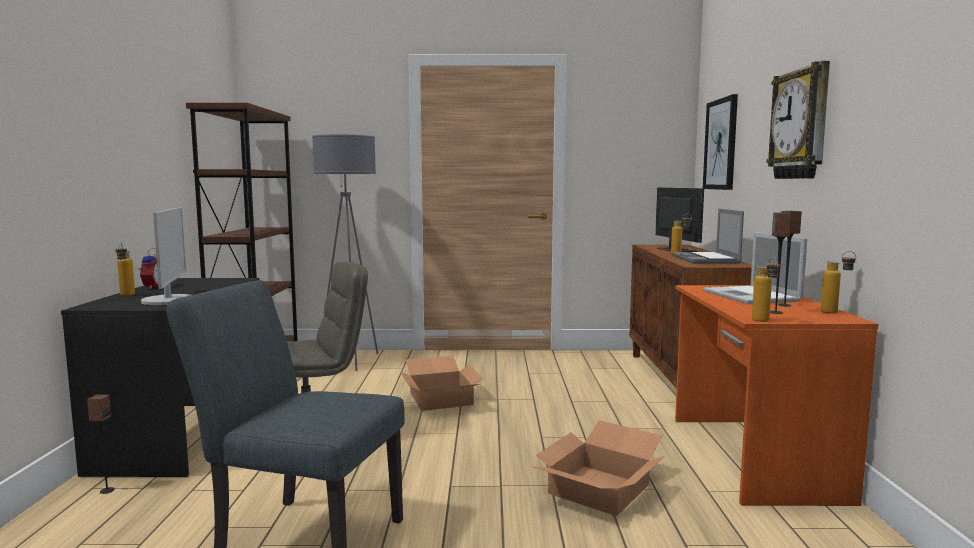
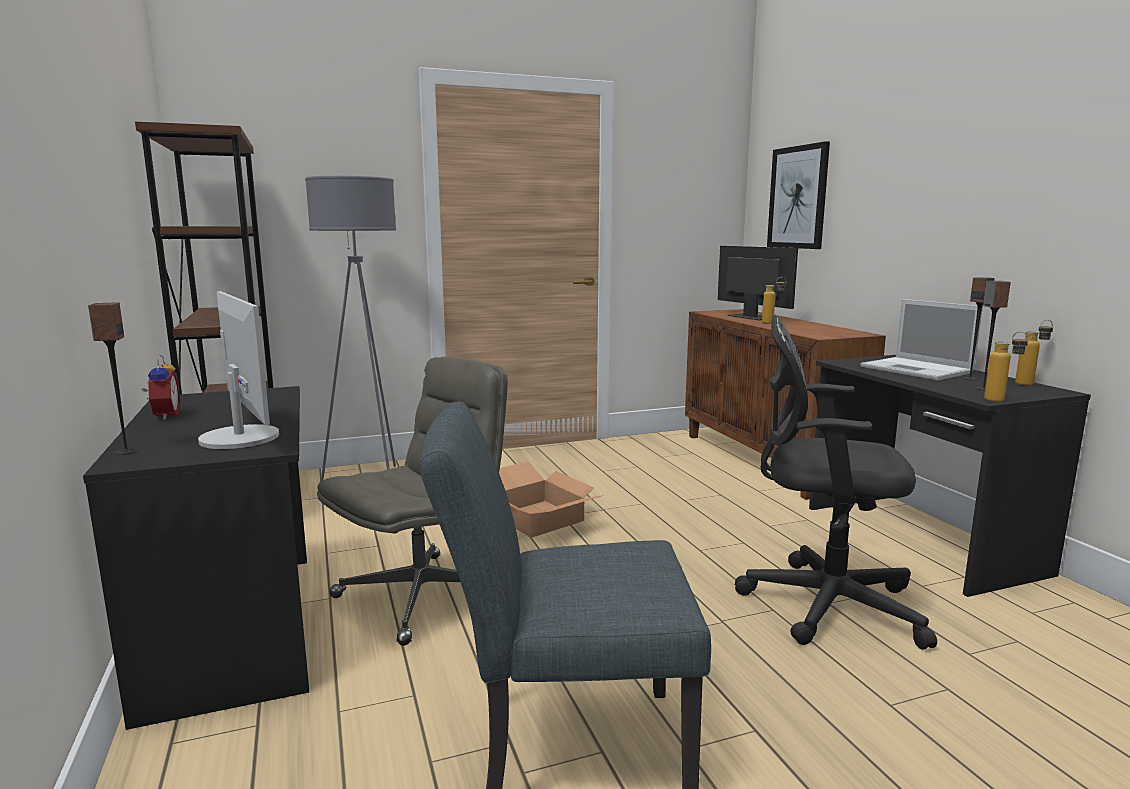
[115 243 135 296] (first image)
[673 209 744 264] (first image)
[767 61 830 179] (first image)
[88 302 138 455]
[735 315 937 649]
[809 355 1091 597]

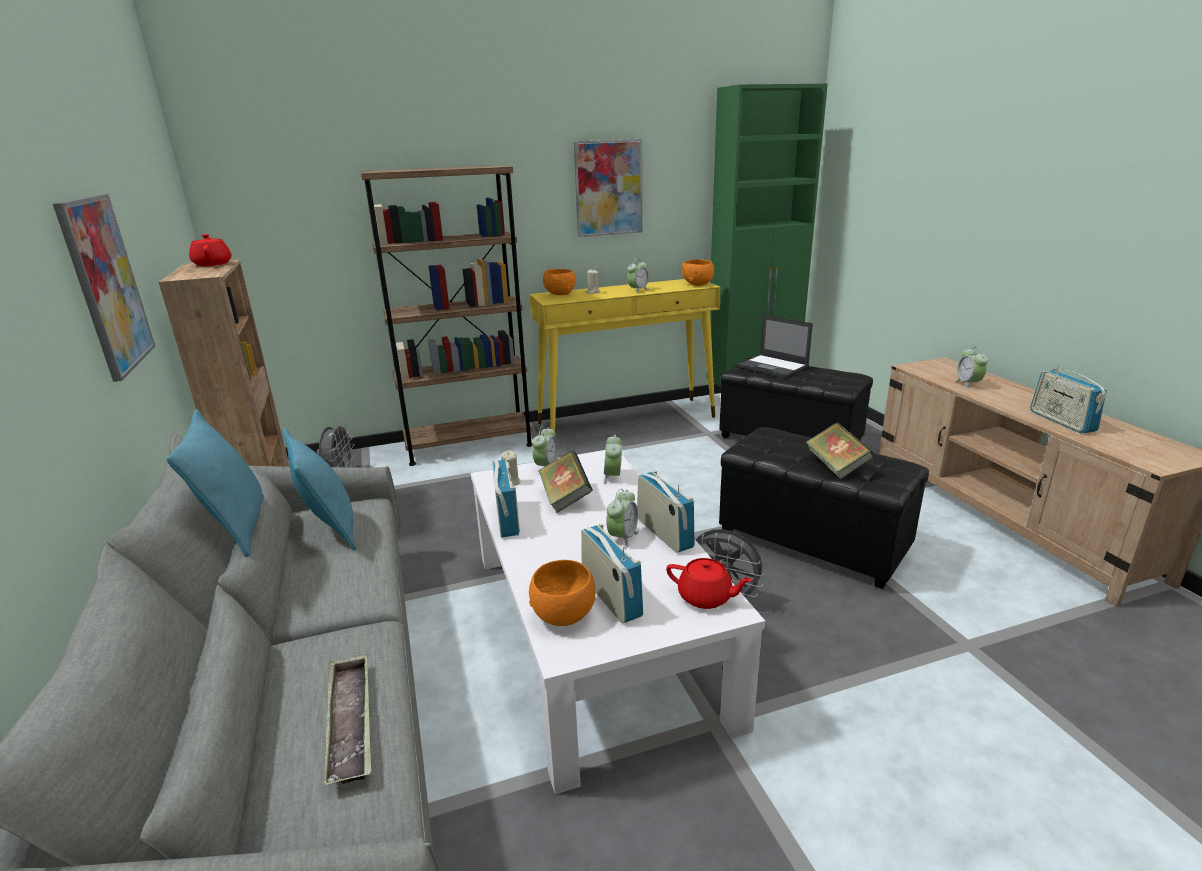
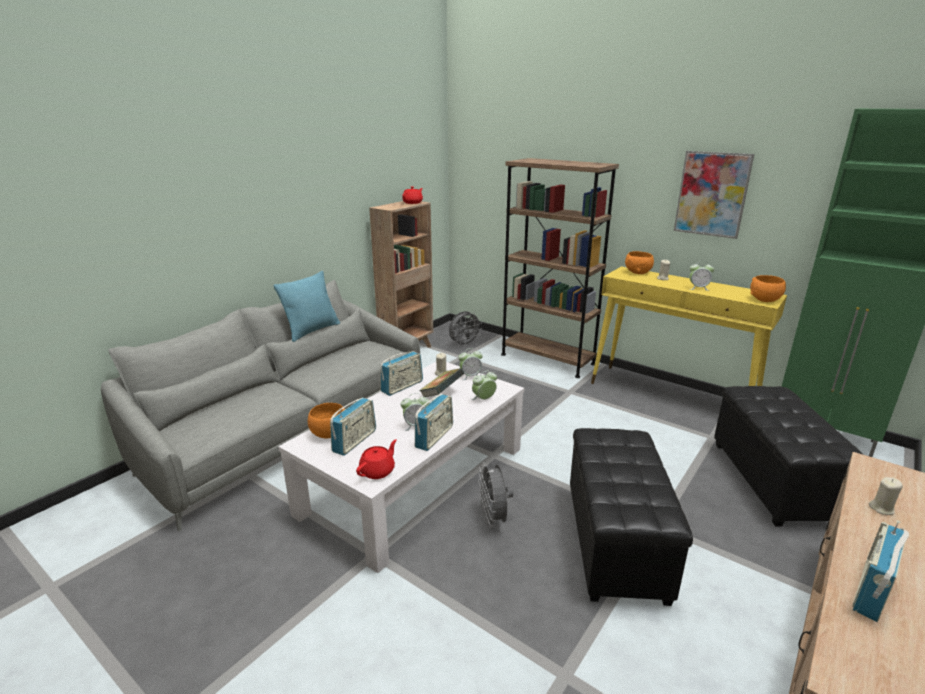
[53 194 155 382] (first image)
[282 428 357 551] (first image)
[324 654 371 785] (first image)
[738 315 813 378] (first image)
[806 422 874 479] (first image)
[869 477 903 515]
[356 439 396 479]

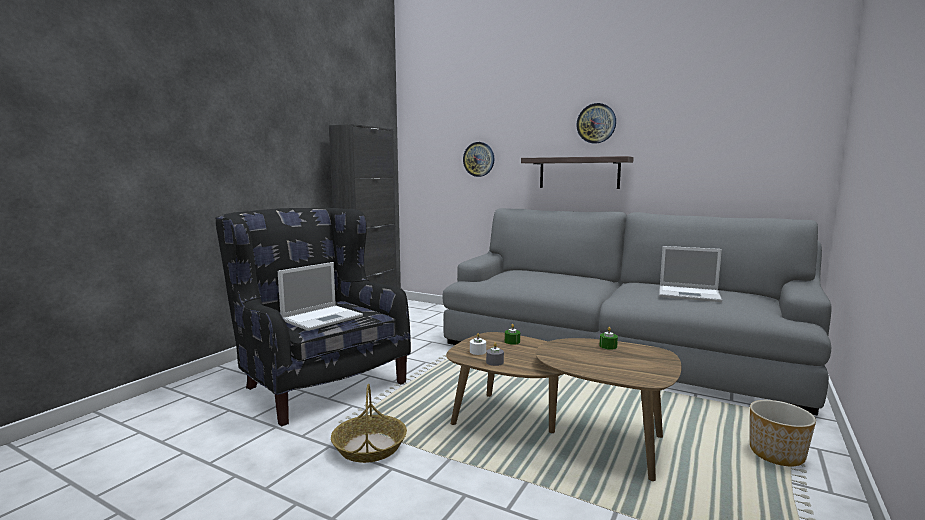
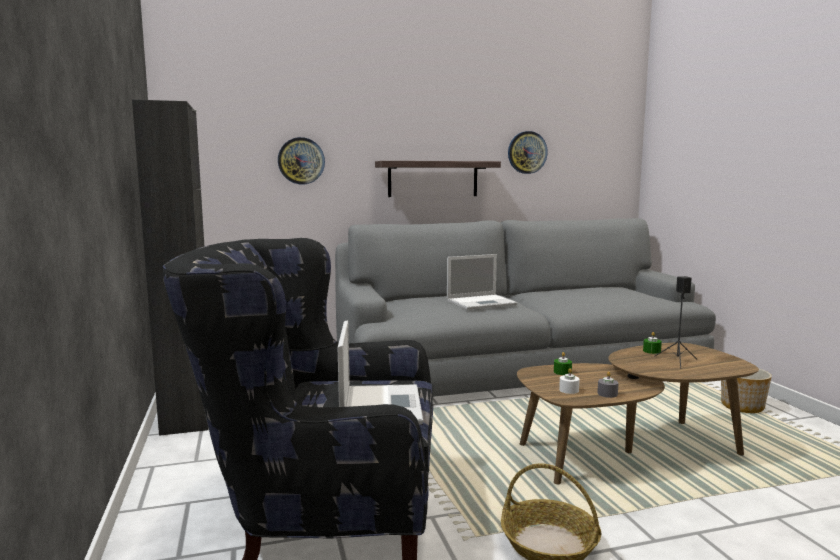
[655 276 697 368]
[508 131 548 174]
[447 254 518 310]

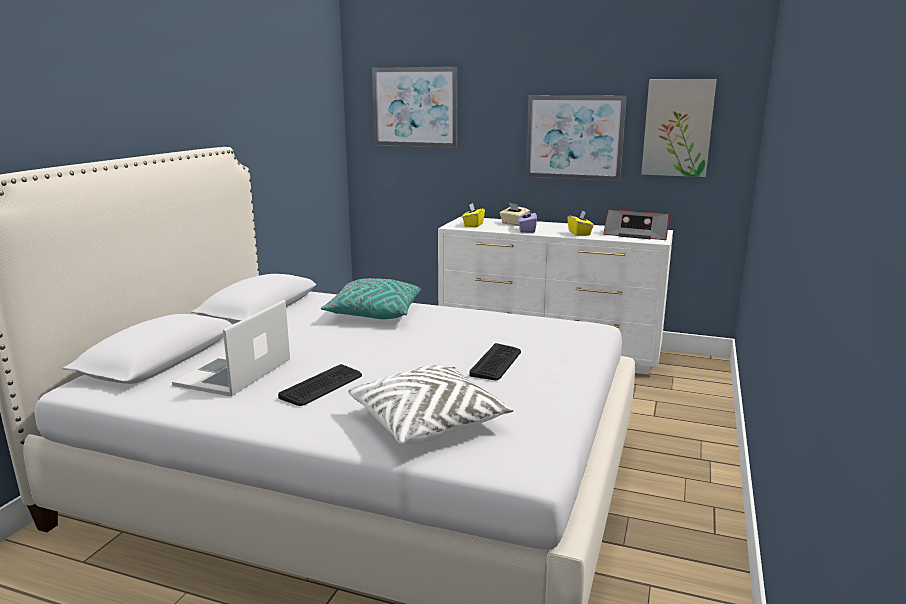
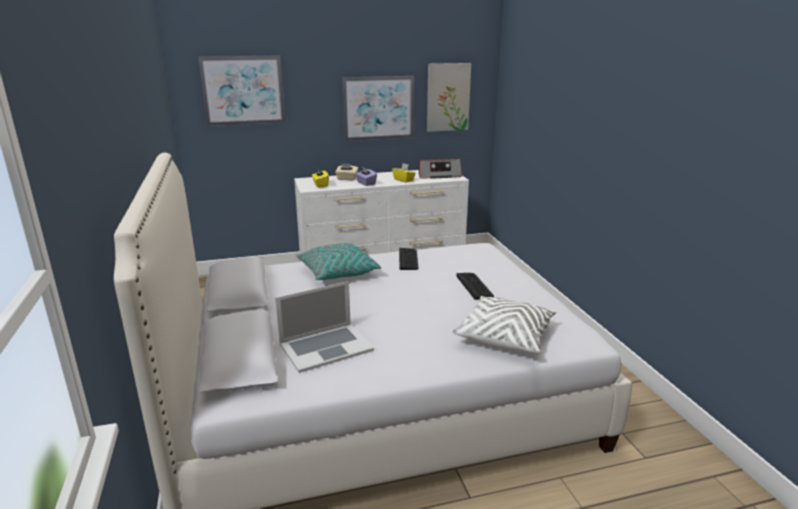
[399 248 418 270]
[275 281 374 373]

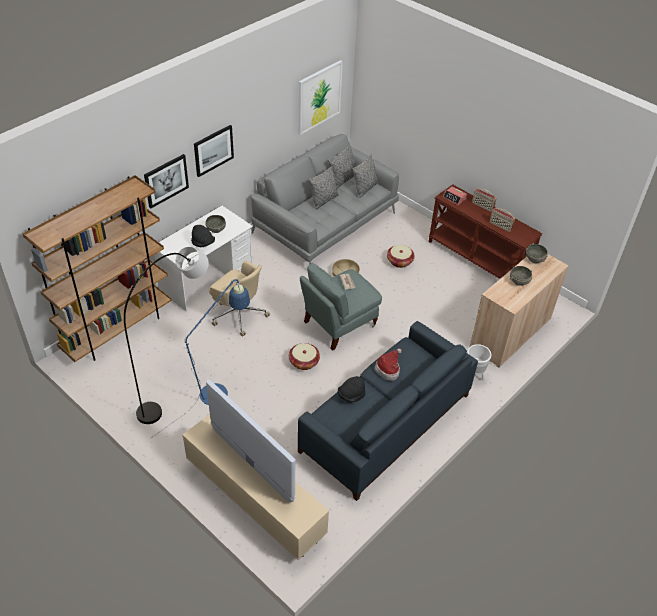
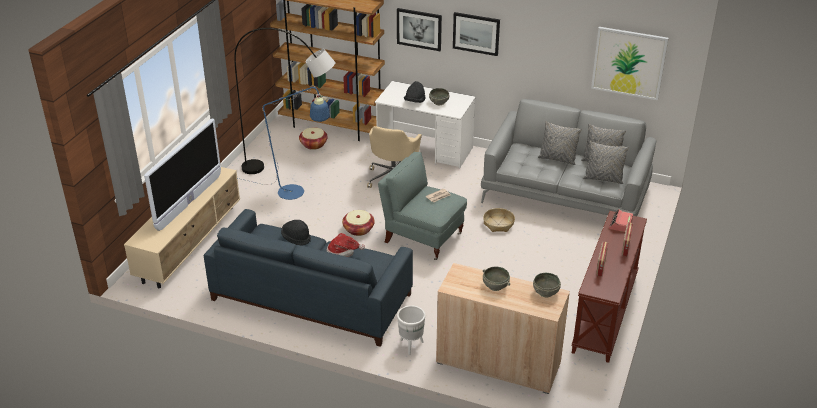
[299 127 328 150]

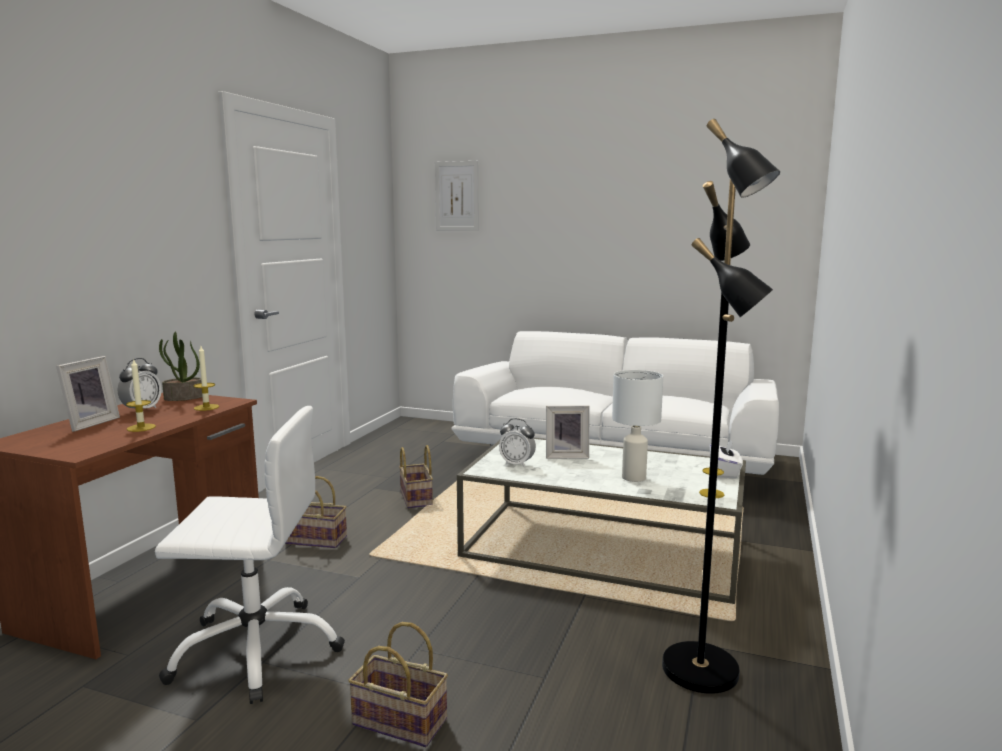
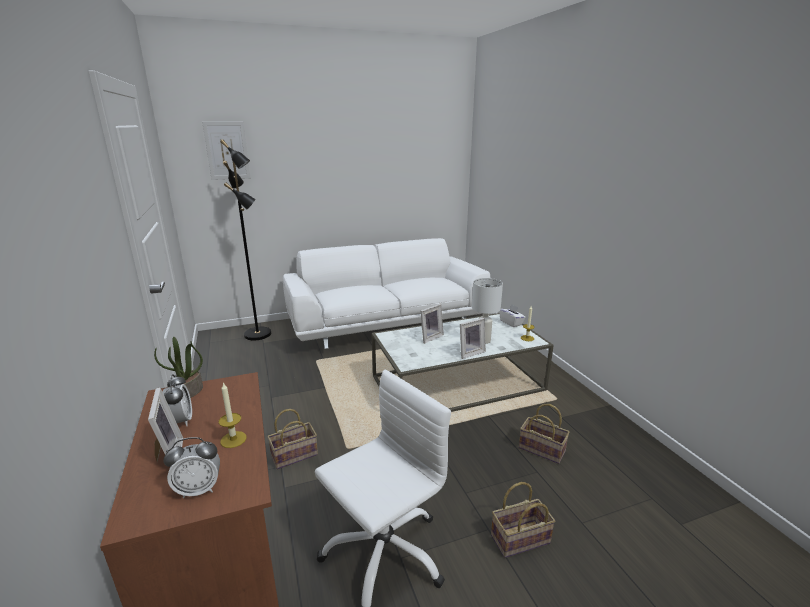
[194 346 219 411] (first image)
[460 318 486 359]
[519 404 570 464]
[164 437 220 498]
[220 139 271 340]

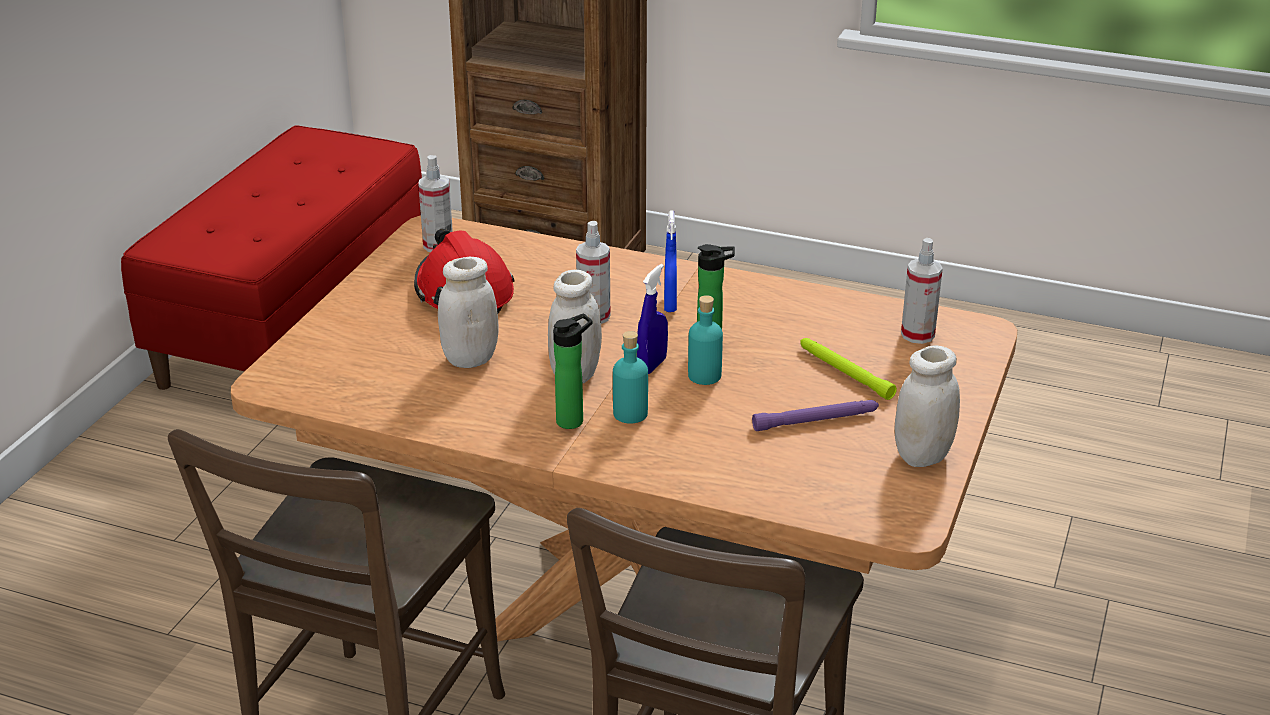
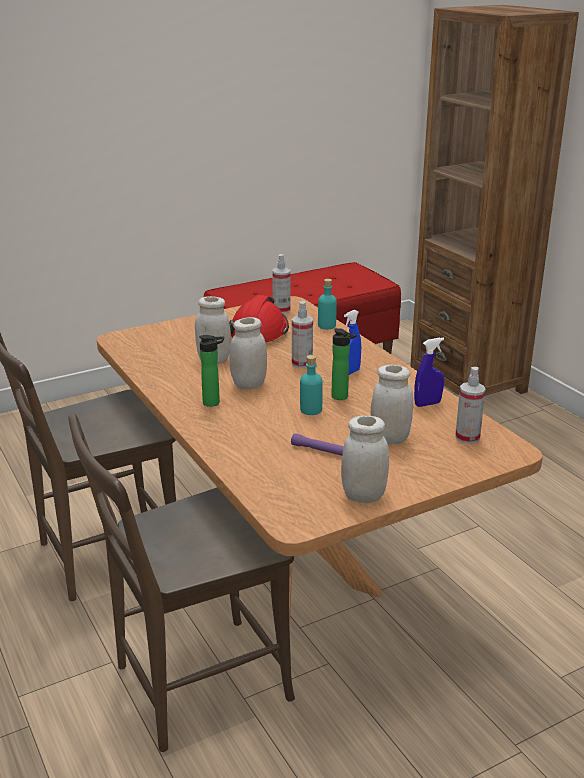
[318 279 337 329]
[414 337 444 407]
[370 365 413 444]

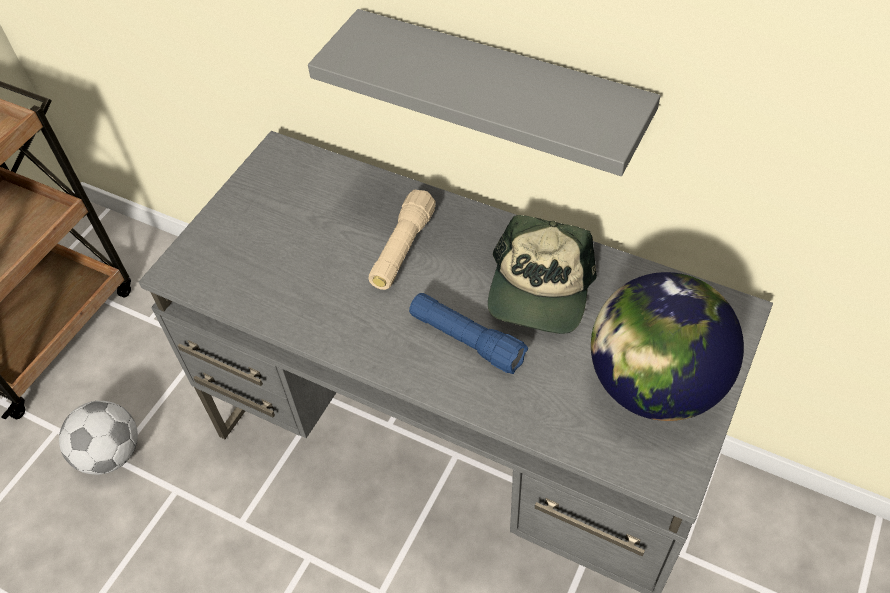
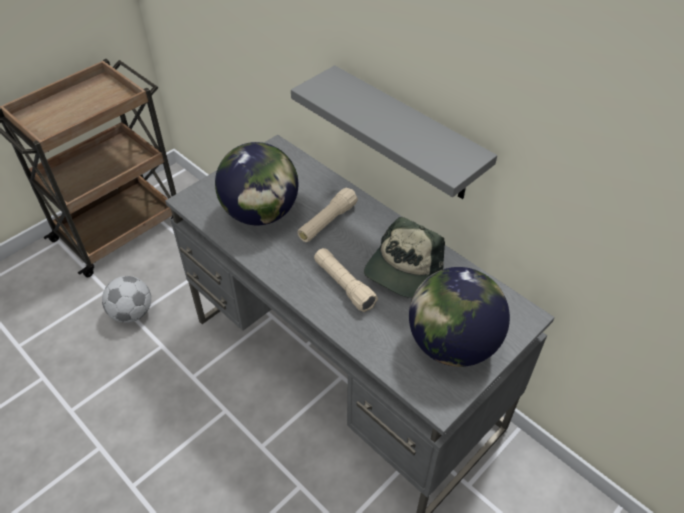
[215 142 298 225]
[314 248 378 312]

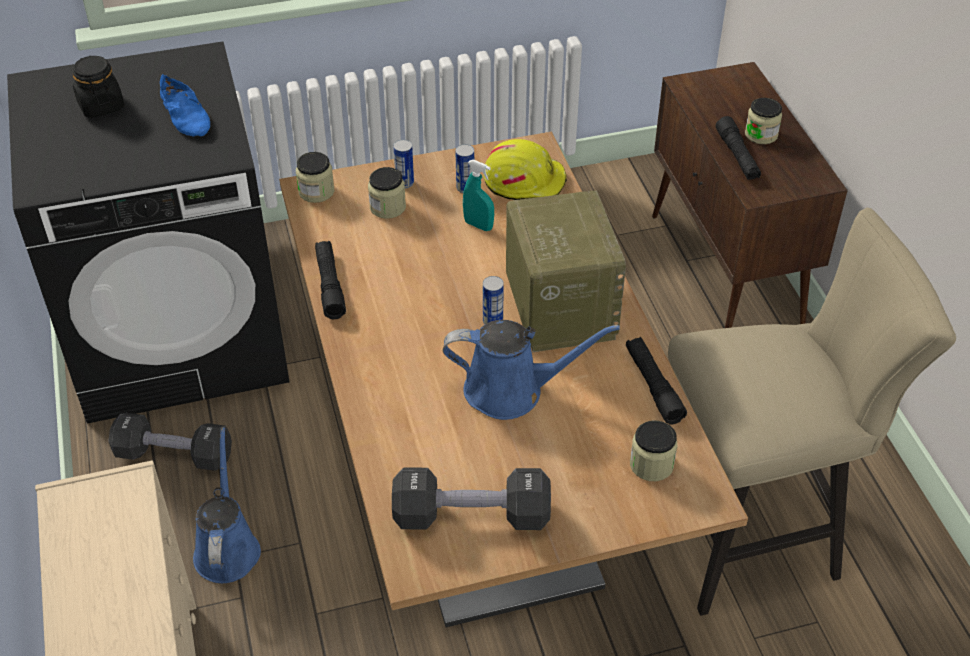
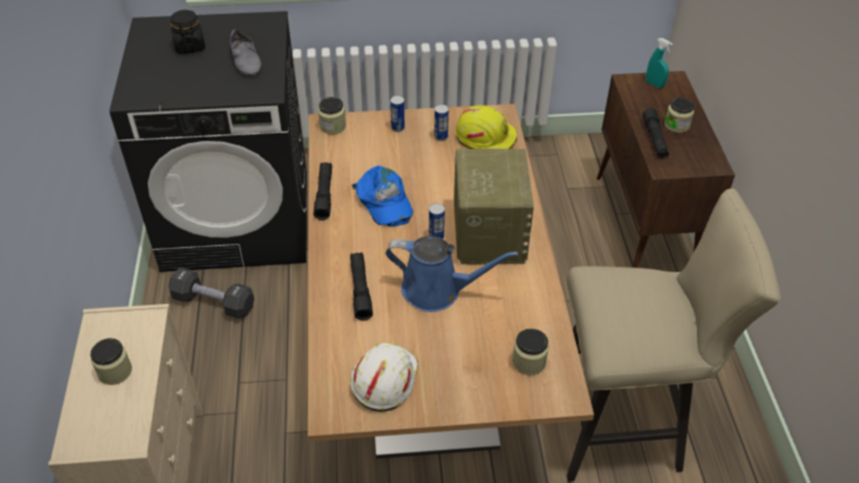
[193 427 261 583] (first image)
[352 166 413 227]
[90 338 132 385]
[646 38 673 88]
[350 252 373 321]
[350 343 418 412]
[231 29 261 76]

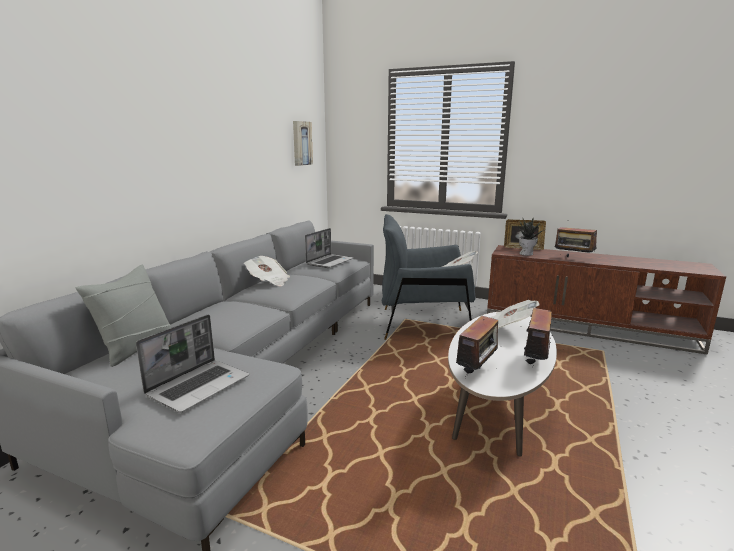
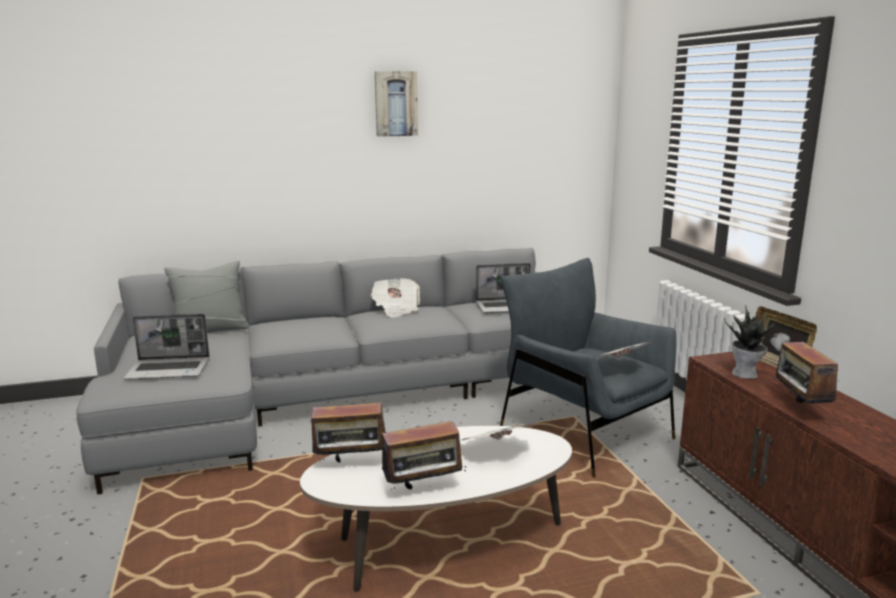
[375 71 418 137]

